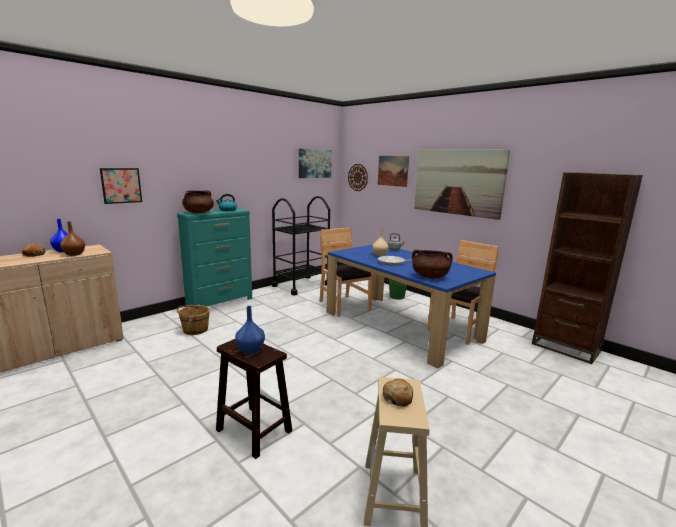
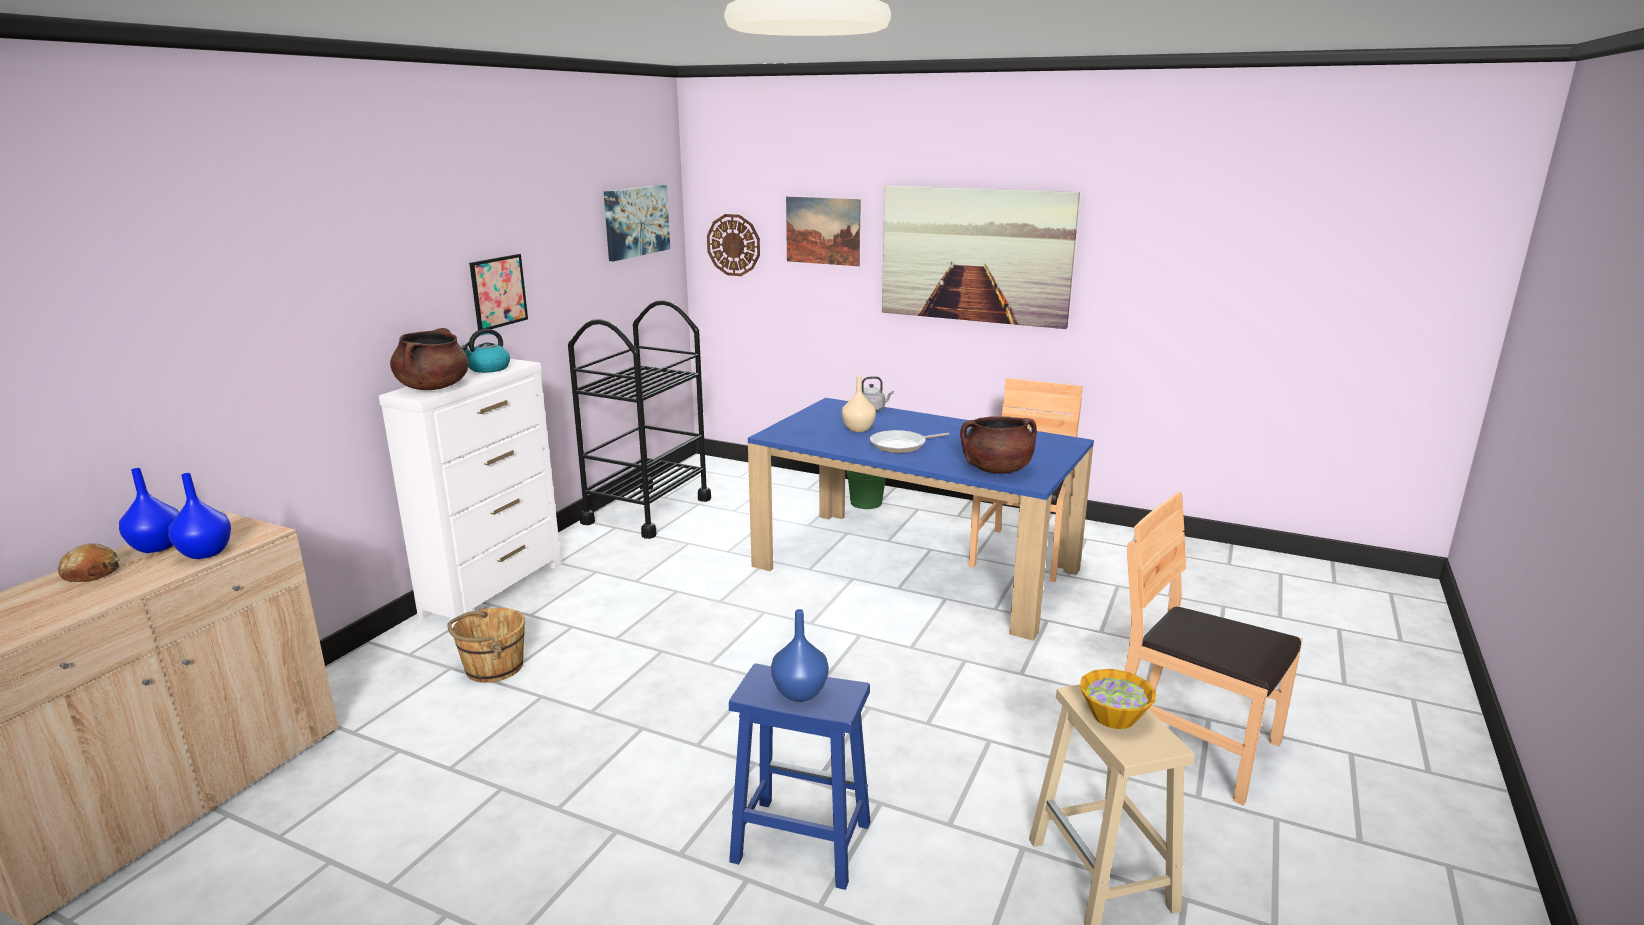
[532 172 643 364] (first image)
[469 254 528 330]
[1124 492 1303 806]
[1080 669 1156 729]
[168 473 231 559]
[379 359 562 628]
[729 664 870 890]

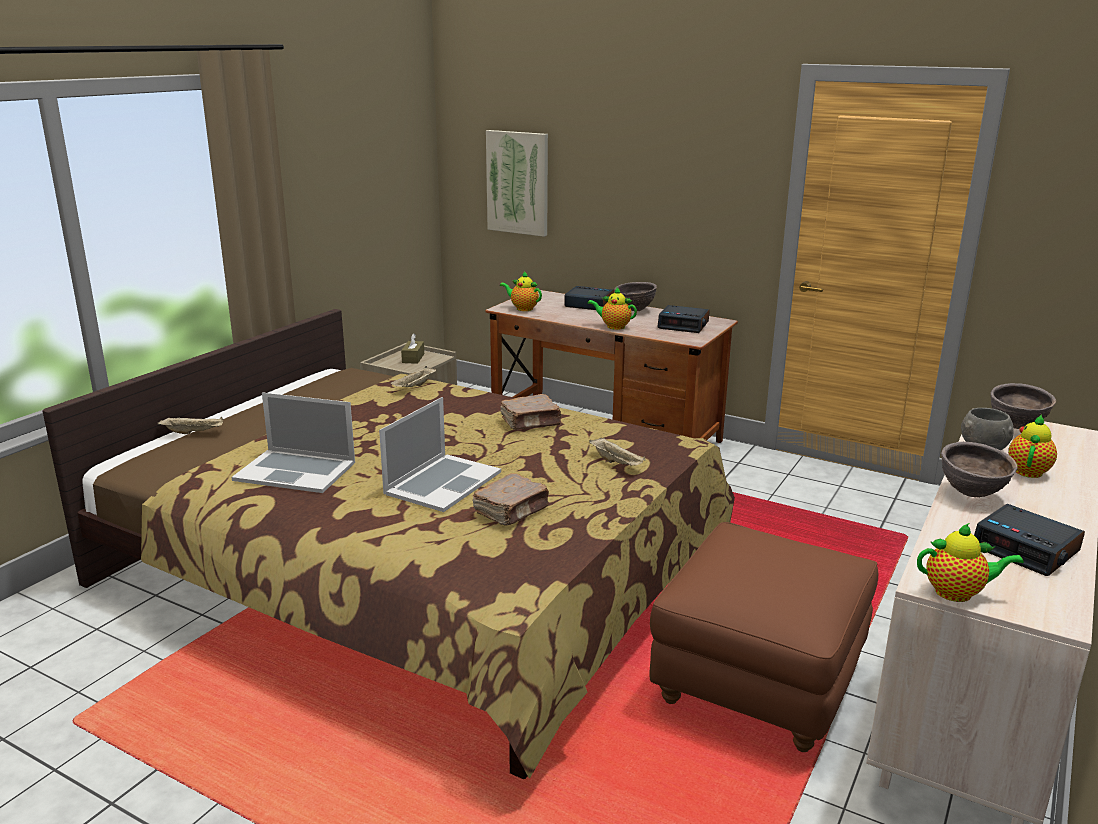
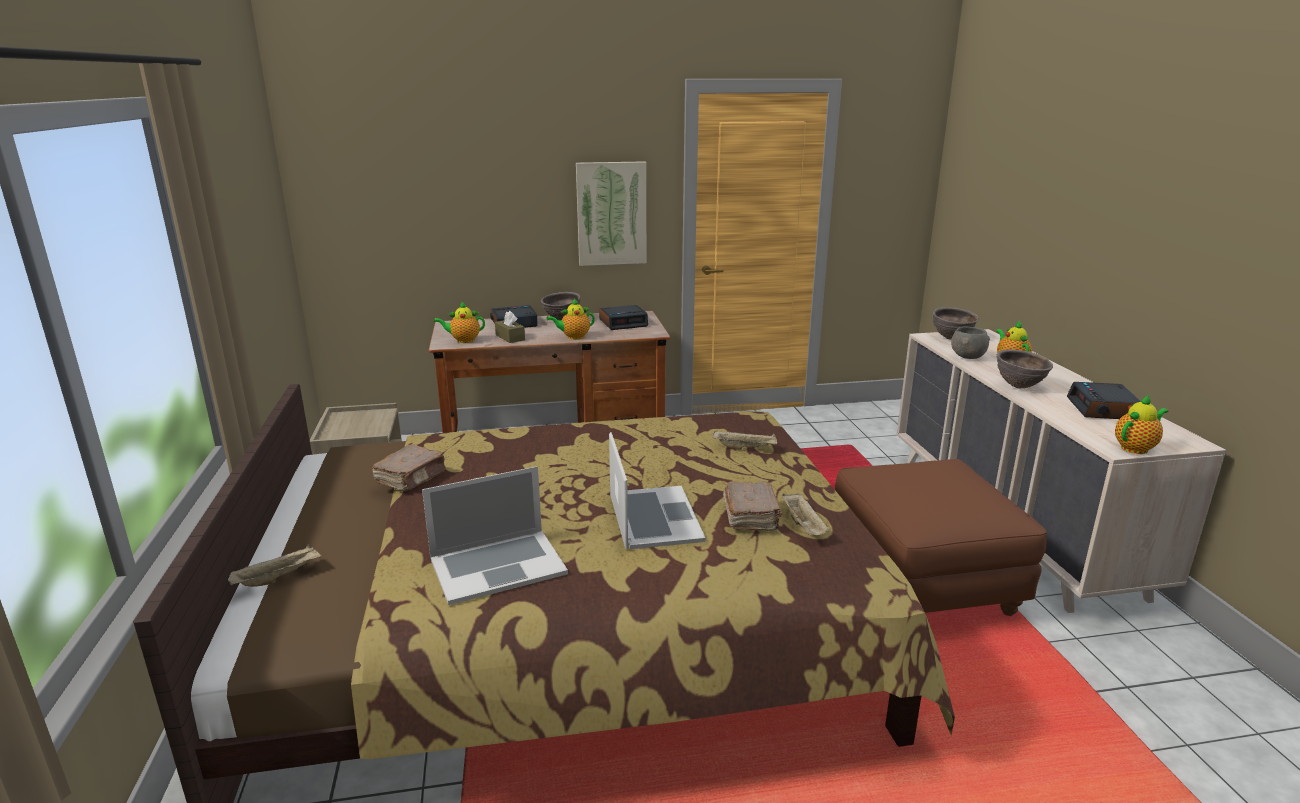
[782 493 830 535]
[495 311 525 343]
[576 161 647 266]
[372 444 446 491]
[1067 382 1141 419]

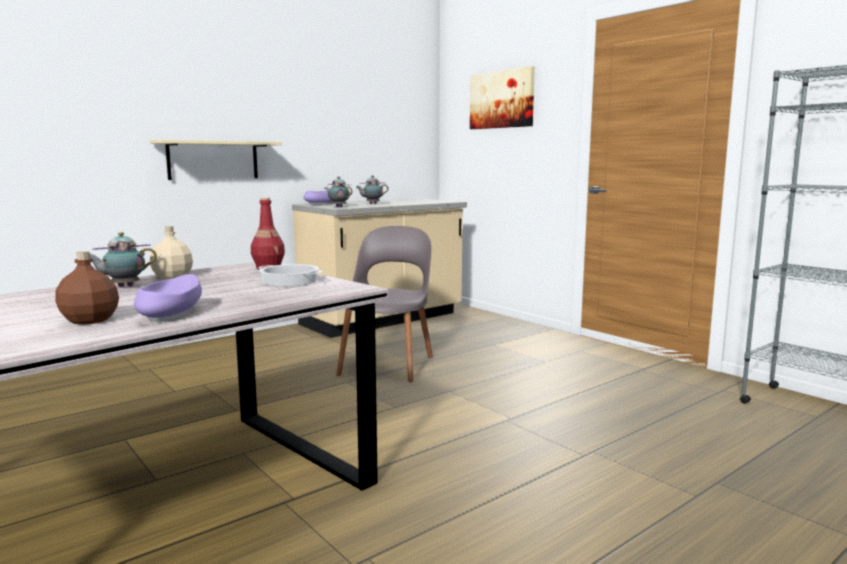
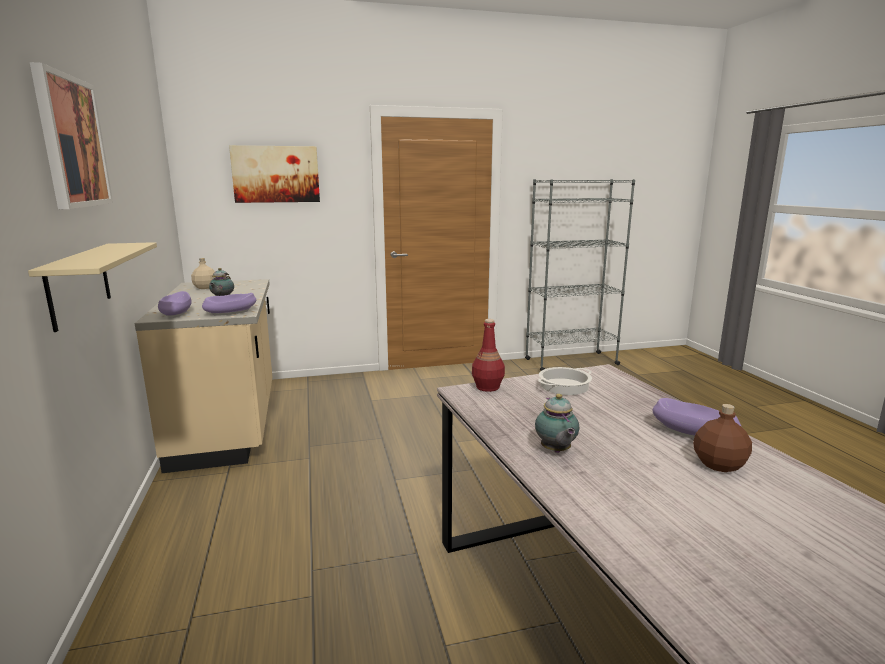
[336 226 433 382] (first image)
[30 62 113 209]
[191 258 215 289]
[202 293 256 315]

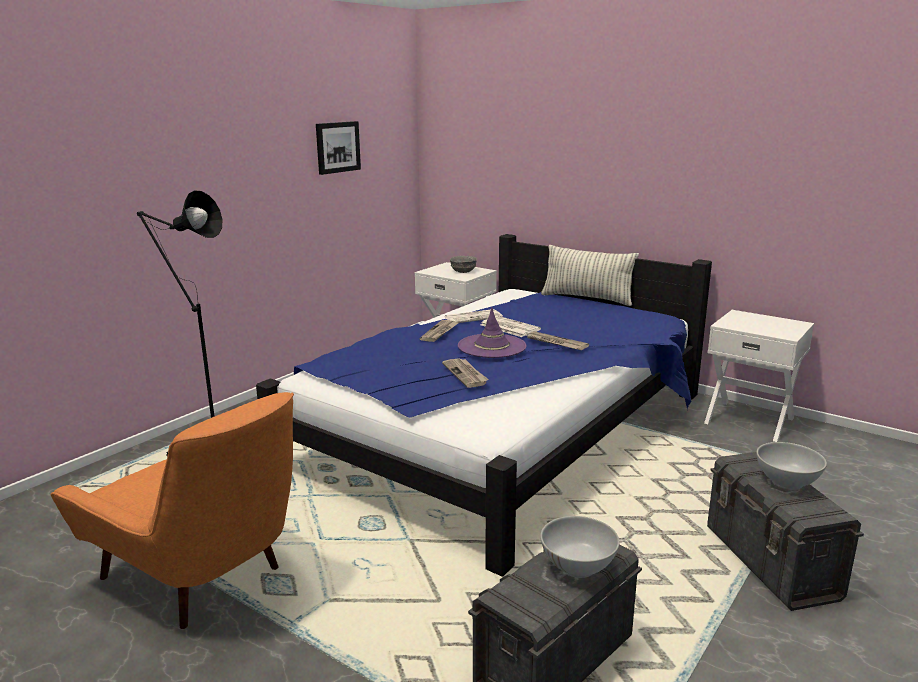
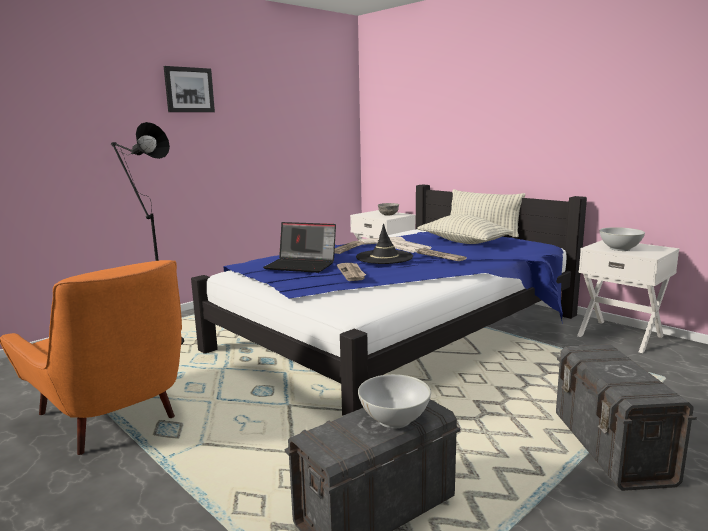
[263 222 336 273]
[417 214 514 244]
[164 66 215 112]
[599 227 645 251]
[356 223 413 264]

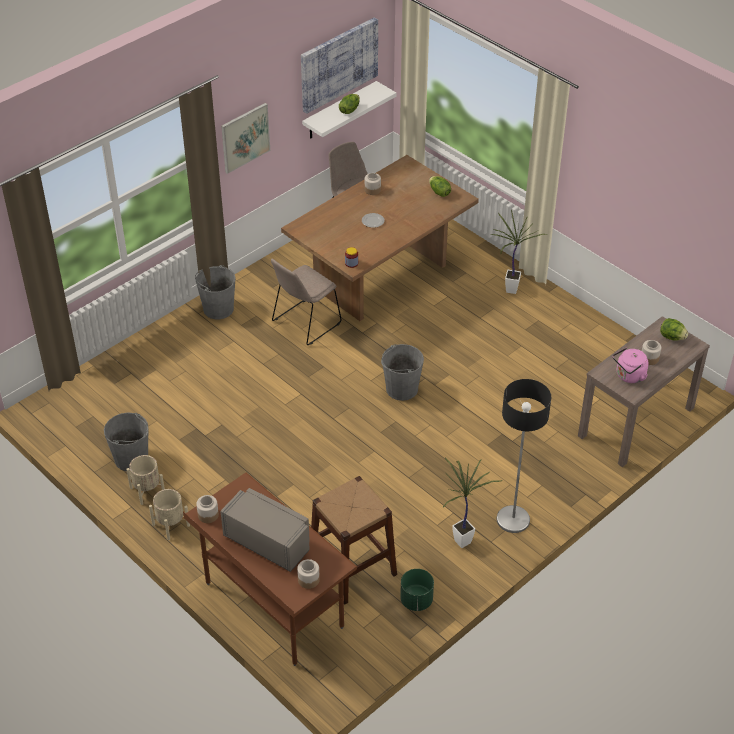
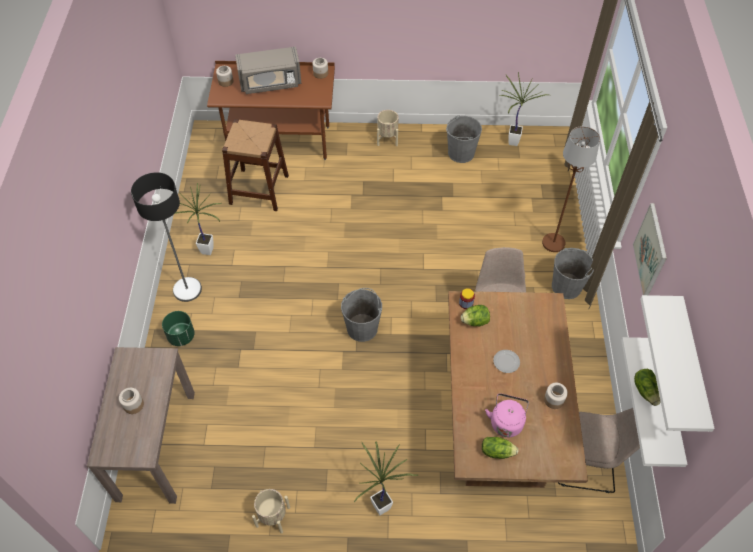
[500 72 548 146]
[542 126 600 252]
[252 489 290 534]
[162 311 195 346]
[485 393 529 437]
[461 305 490 326]
[640 295 715 432]

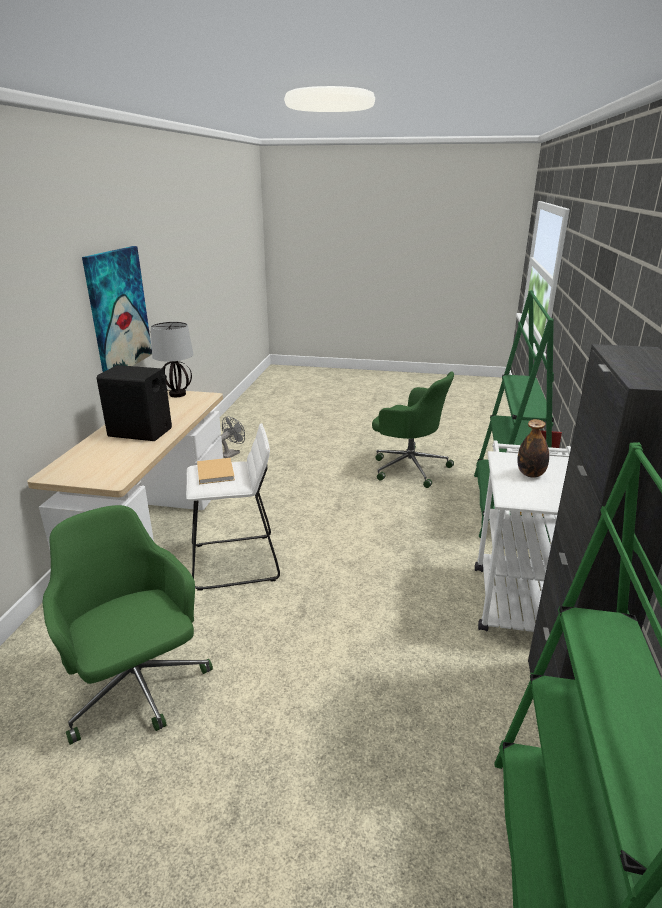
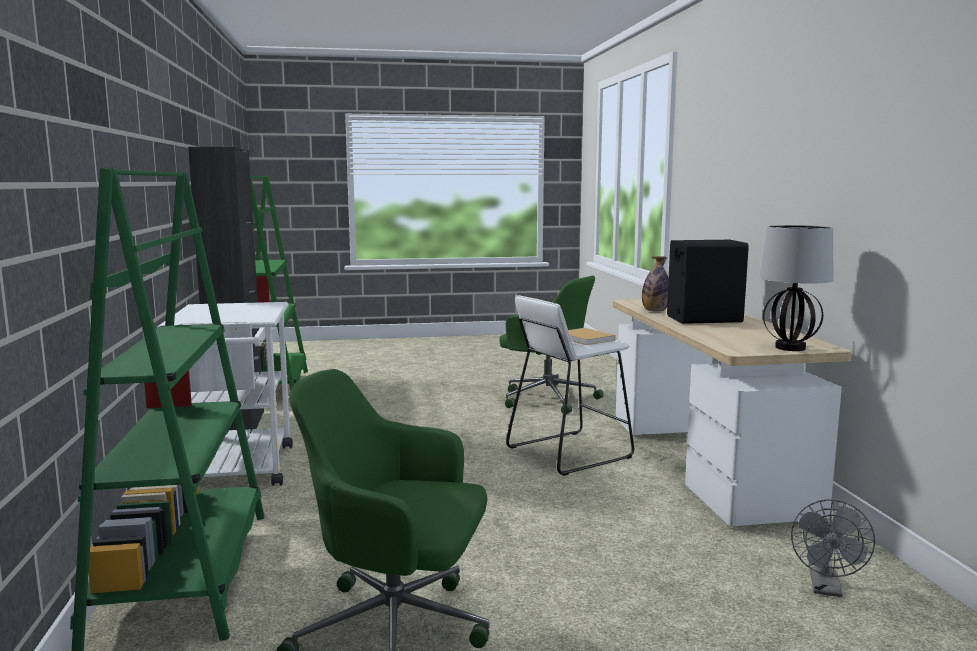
[82 246 152 372] (first image)
[642 256 669 311]

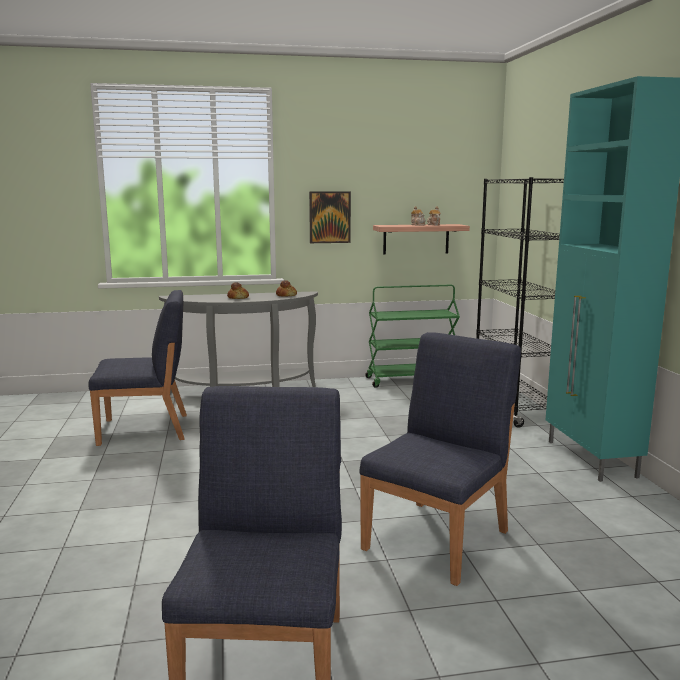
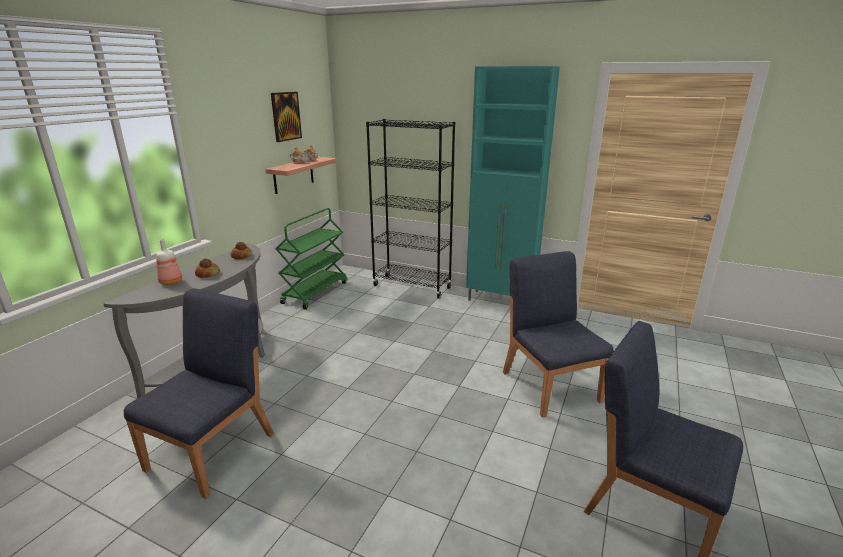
[156 239 182 285]
[271 92 302 142]

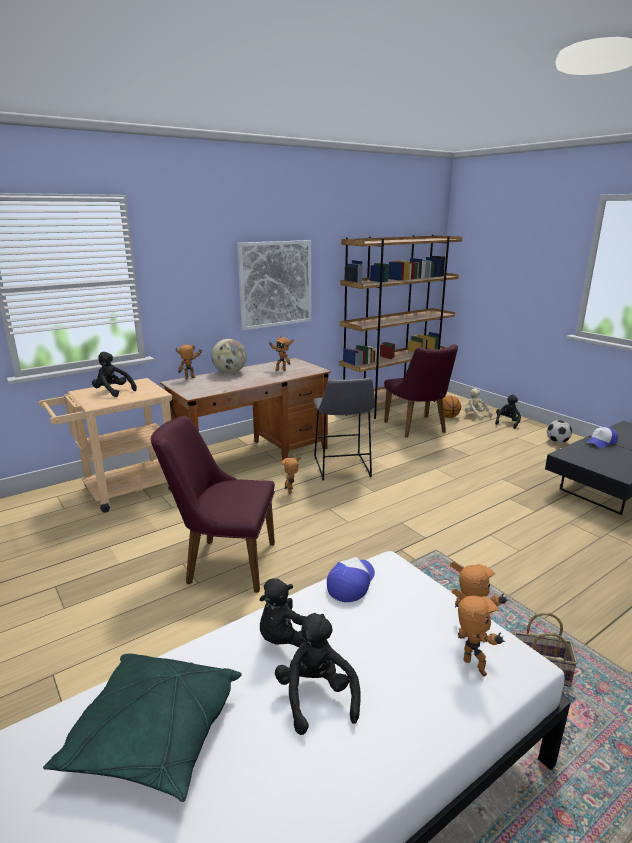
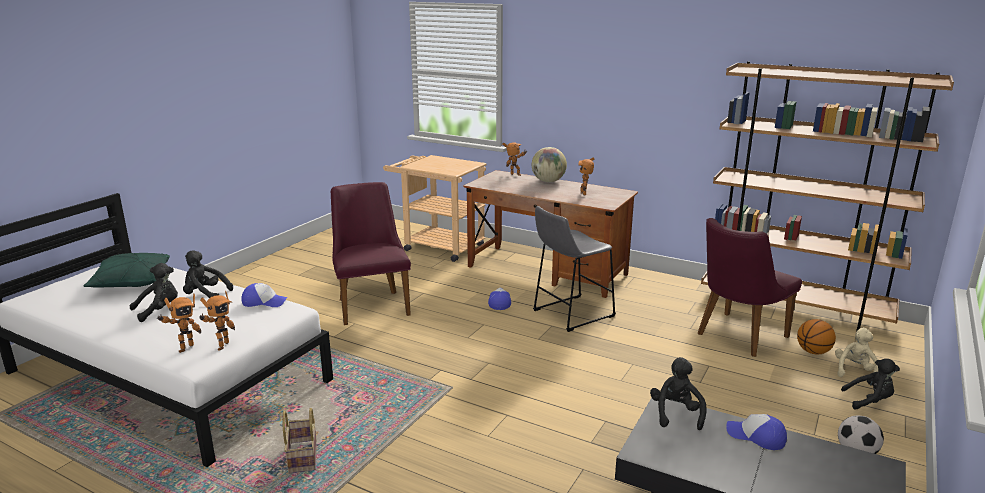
[237 240 311 330] (first image)
[650 357 706 430]
[488 287 511 310]

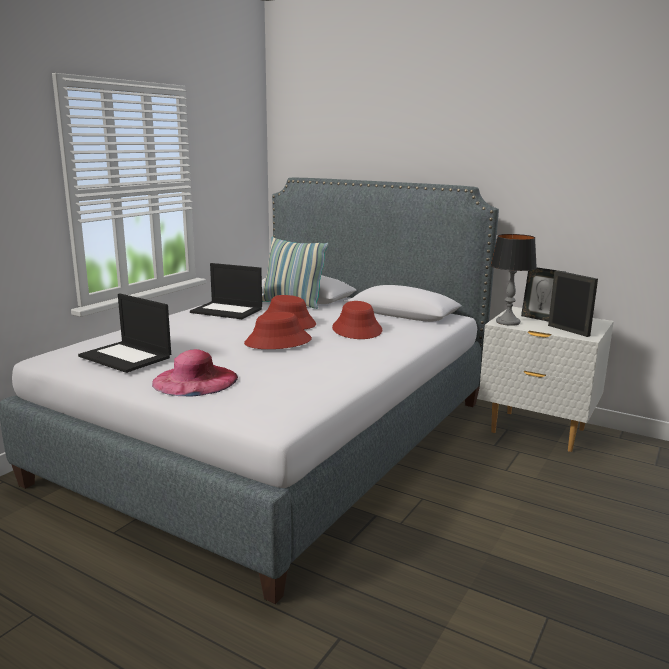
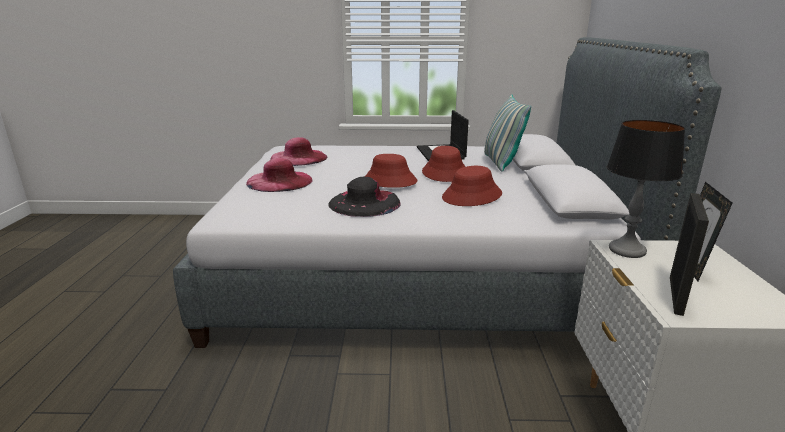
[328 177 401 217]
[271 137 327 166]

